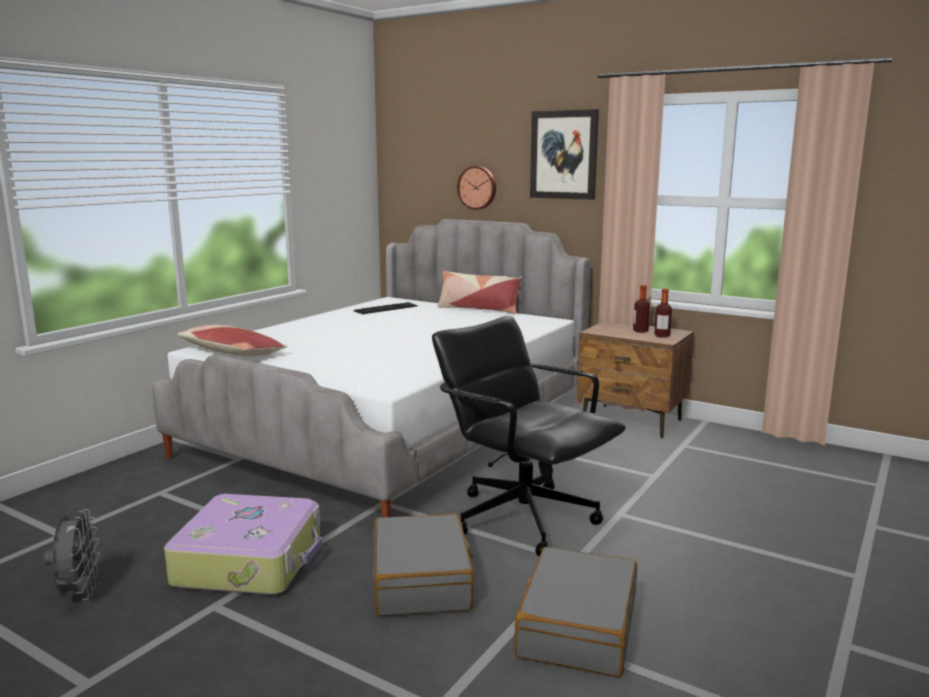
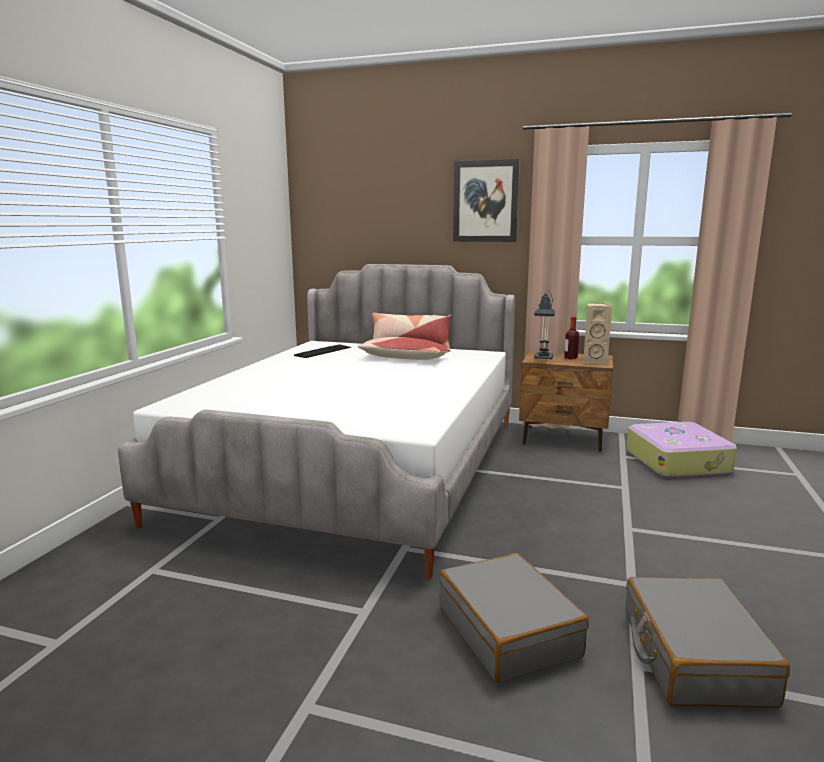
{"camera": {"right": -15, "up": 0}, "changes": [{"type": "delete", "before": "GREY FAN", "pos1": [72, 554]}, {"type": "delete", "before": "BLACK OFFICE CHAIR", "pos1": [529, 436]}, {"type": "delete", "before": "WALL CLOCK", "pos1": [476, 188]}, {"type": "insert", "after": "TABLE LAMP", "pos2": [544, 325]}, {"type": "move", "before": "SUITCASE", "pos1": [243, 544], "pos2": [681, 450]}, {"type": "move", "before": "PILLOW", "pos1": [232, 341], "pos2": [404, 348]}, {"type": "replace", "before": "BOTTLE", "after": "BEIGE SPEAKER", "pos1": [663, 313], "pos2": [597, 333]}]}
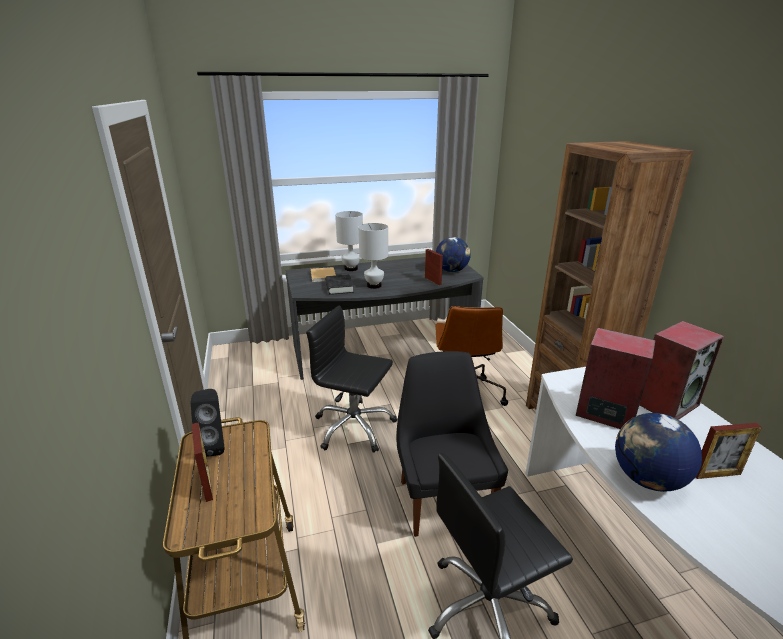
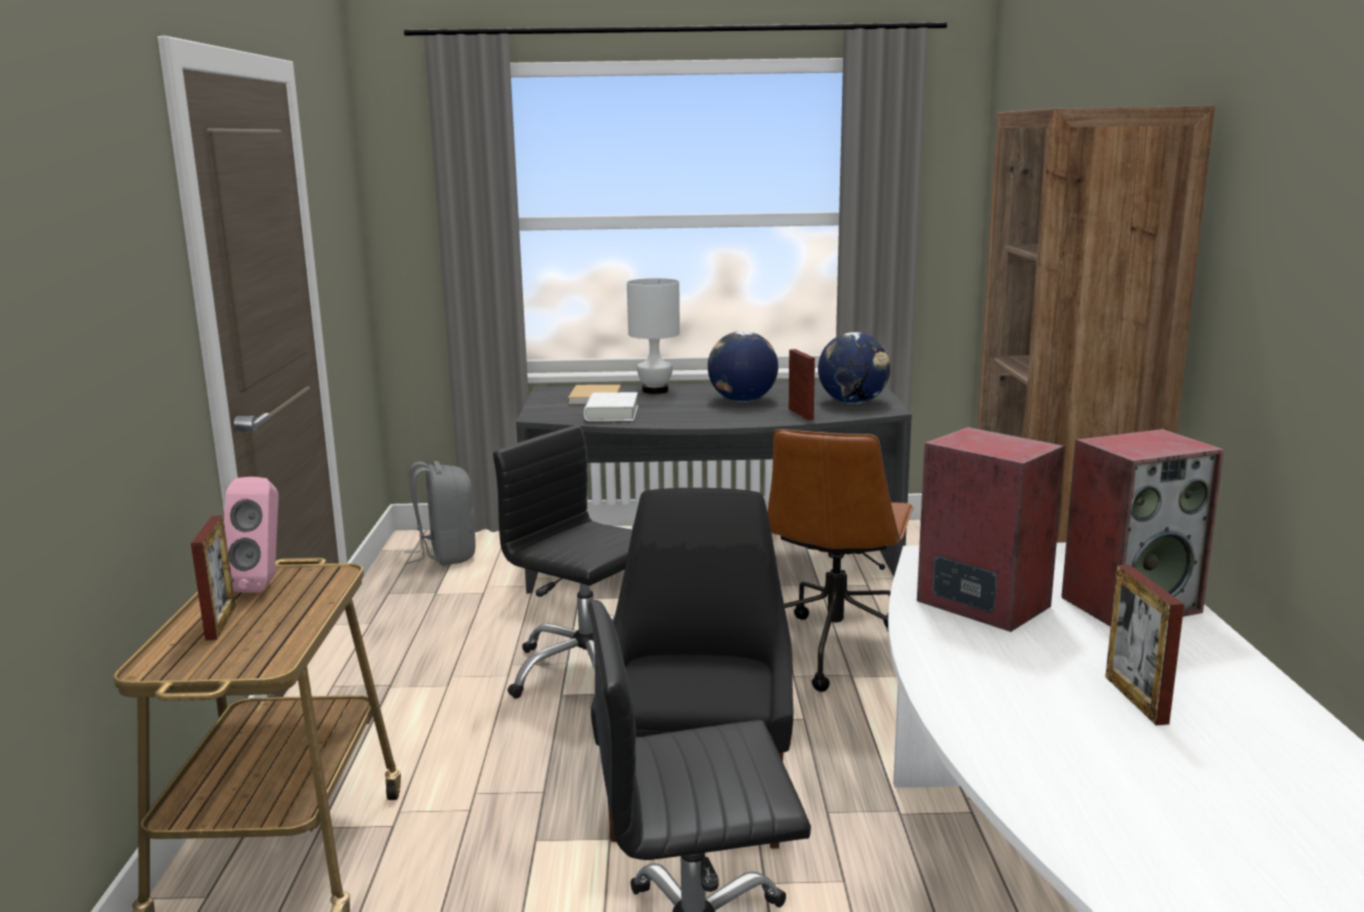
{"camera": {"right": 15, "up": -10}, "changes": [{"type": "delete", "before": "WHITE TABLE LAMP", "pos1": [373, 256]}, {"type": "insert", "after": "GREY BACKPACK", "pos2": [440, 513]}, {"type": "move", "before": "GLOBE", "pos1": [658, 452], "pos2": [743, 366]}, {"type": "recolor", "before": "BLACK SPEAKER", "after": "PINK SPEAKER", "pos1": [207, 423], "pos2": [251, 535]}, {"type": "recolor", "before": "BLACK BOOK", "after": "WHITE BOOK", "pos1": [339, 284], "pos2": [611, 406]}, {"type": "rotate", "before": "PICTURE FRAME", "pos1": [729, 451], "pos2": [1144, 644], "turn": 75}]}
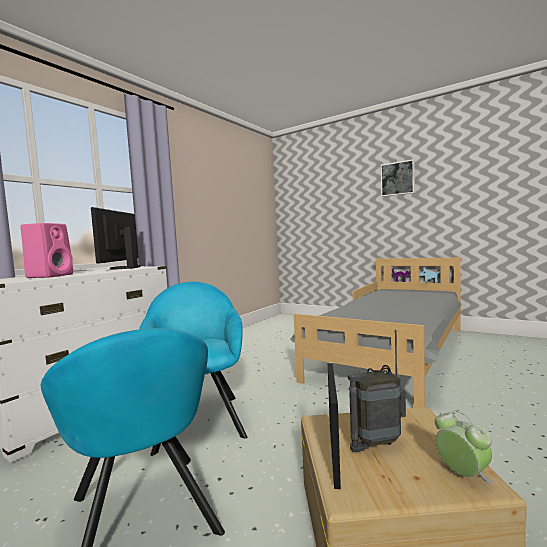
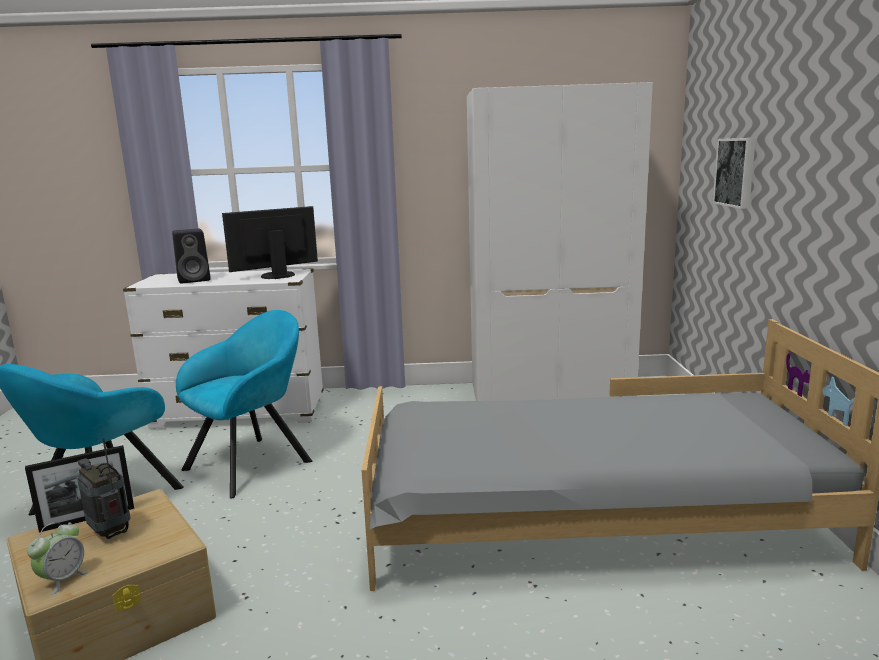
{"camera": {"right": 55, "up": 10}, "changes": [{"type": "insert", "after": "WHITE WARDROBE", "pos2": [560, 241]}, {"type": "move", "before": "PICTURE", "pos1": [398, 178], "pos2": [734, 173]}, {"type": "recolor", "before": "PINK SPEAKER", "after": "BLACK SPEAKER", "pos1": [46, 250], "pos2": [191, 256]}]}
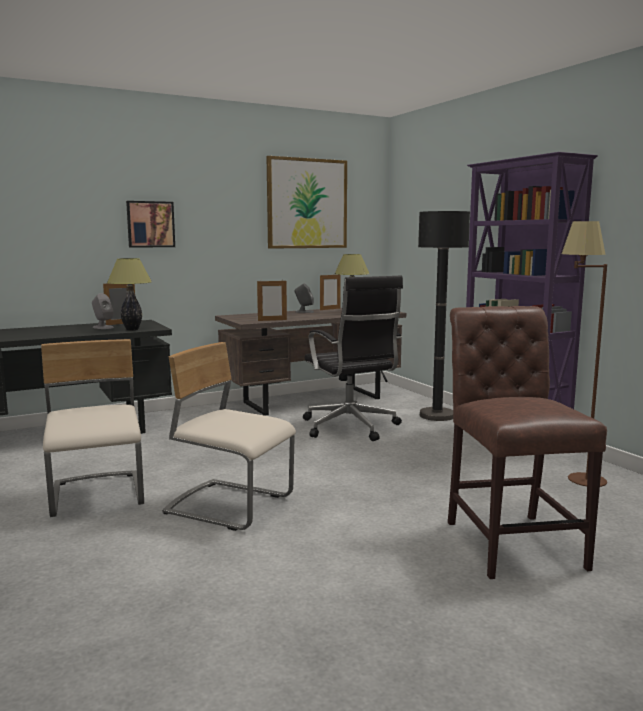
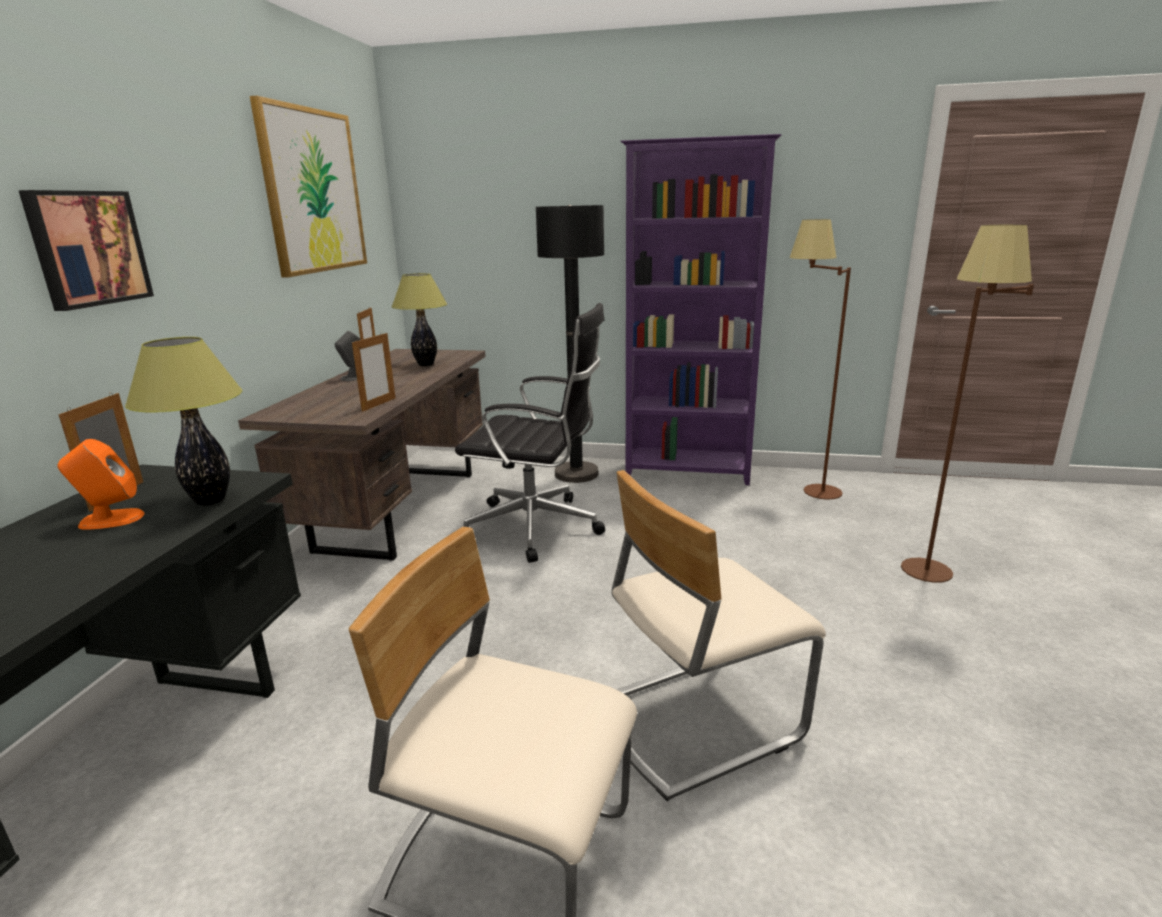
{"camera": {"right": -50, "up": 10}, "changes": [{"type": "replace", "before": "BROWN CHAIR", "after": "BROWN FLOOR LAMP", "pos1": [527, 442], "pos2": [967, 404]}, {"type": "recolor", "before": "GREY SPEAKER", "after": "ORANGE SPEAKER", "pos1": [103, 311], "pos2": [100, 484]}]}
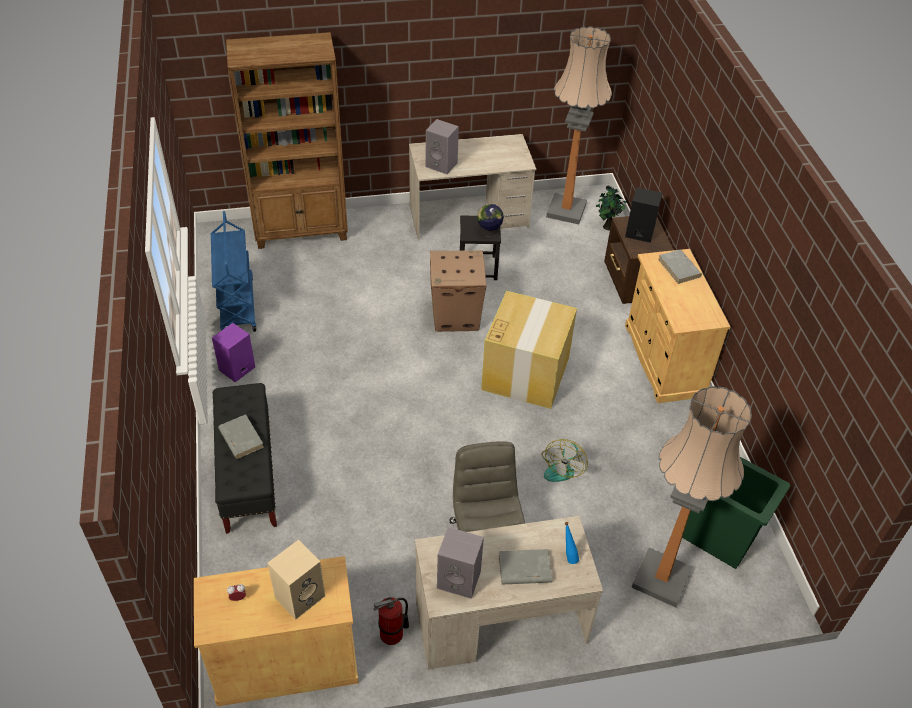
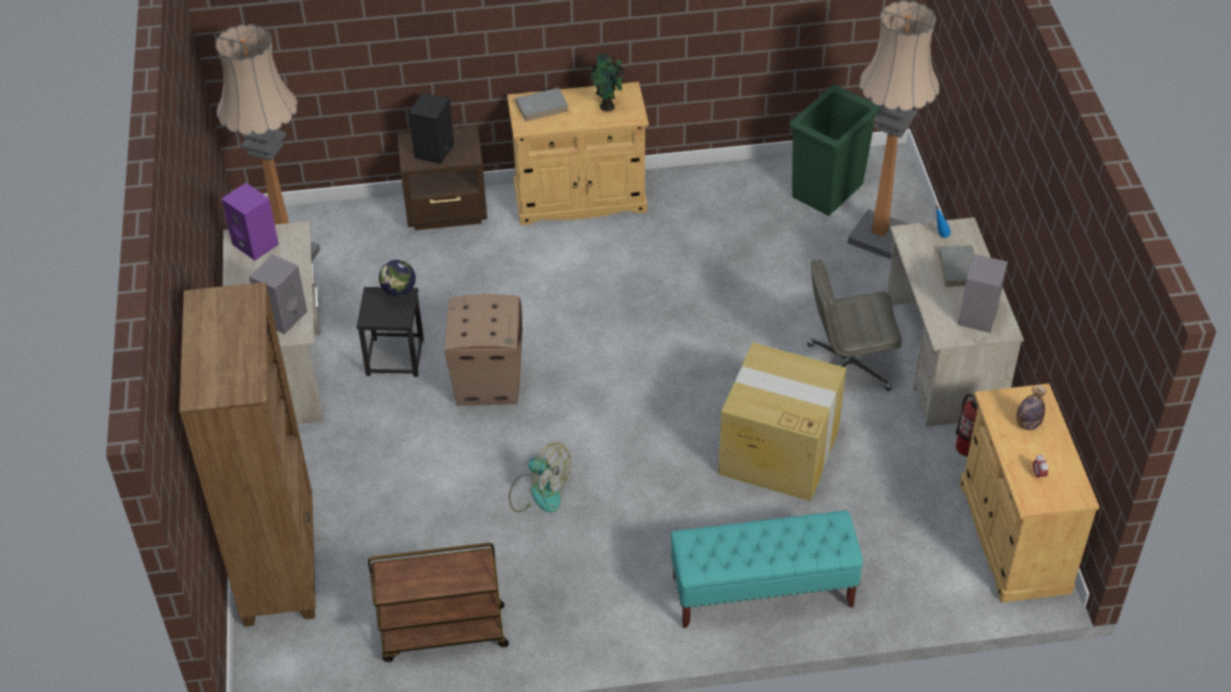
{"camera": {"right": -85, "up": 0}, "changes": [{"type": "delete", "before": "GREY BOOK", "pos1": [241, 436]}, {"type": "move", "before": "PURPLE SPEAKER", "pos1": [233, 352], "pos2": [250, 222]}, {"type": "move", "before": "CARDBOARD BOX", "pos1": [529, 350], "pos2": [782, 422]}, {"type": "move", "before": "FAN", "pos1": [565, 460], "pos2": [540, 477]}, {"type": "move", "before": "POTTED PLANT", "pos1": [612, 208], "pos2": [608, 82]}, {"type": "replace", "before": "BEIGE SPEAKER", "after": "BOTTLE", "pos1": [296, 580], "pos2": [1031, 407]}, {"type": "recolor", "before": "BLUE CART", "after": "BROWN CART", "pos1": [234, 271], "pos2": [438, 602]}, {"type": "recolor", "before": "BLACK BENCH", "after": "TURQUOISE BENCH", "pos1": [245, 458], "pos2": [767, 569]}]}
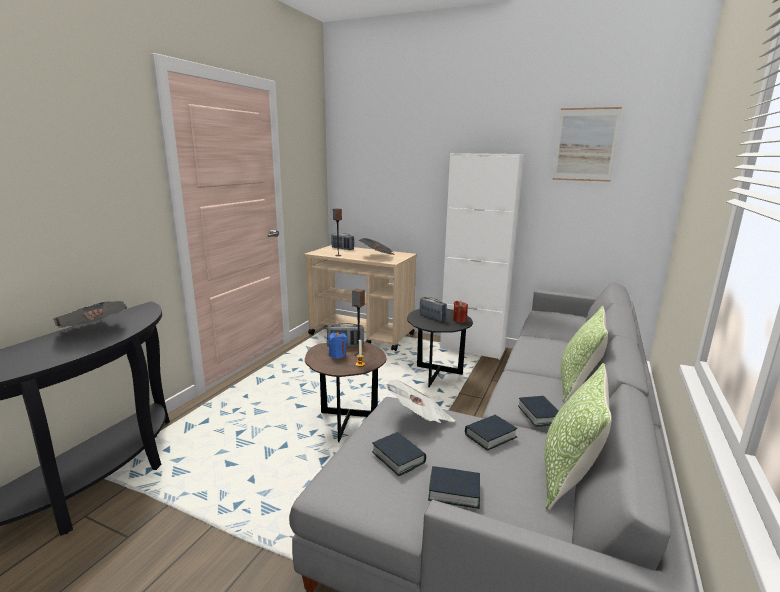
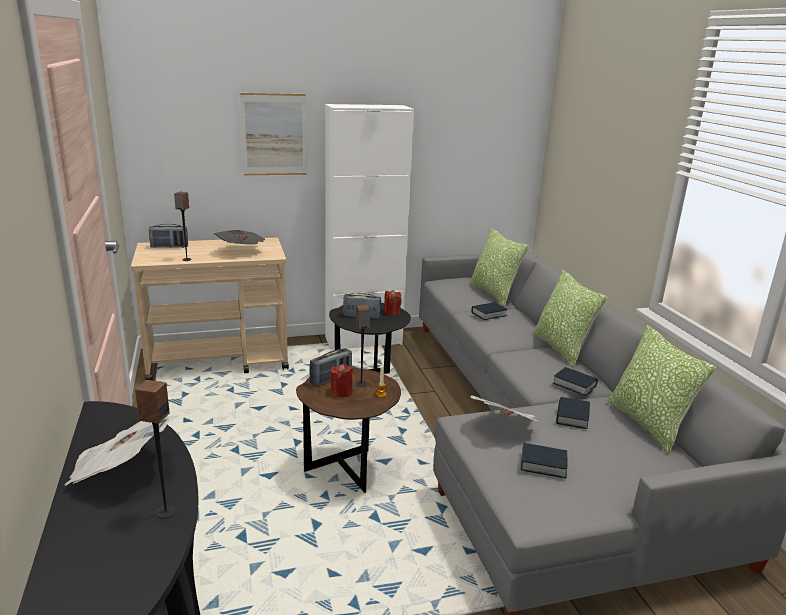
{"camera": {"right": -40, "up": 5}, "changes": [{"type": "insert", "after": "SPEAKER", "pos2": [155, 449]}, {"type": "insert", "after": "PILLOW", "pos2": [499, 267]}, {"type": "move", "before": "BOOK", "pos1": [454, 487], "pos2": [489, 311]}, {"type": "move", "before": "PICTURE", "pos1": [587, 144], "pos2": [273, 134]}, {"type": "recolor", "before": "BLUE CANDLE", "after": "RED CANDLE", "pos1": [338, 345], "pos2": [342, 381]}]}
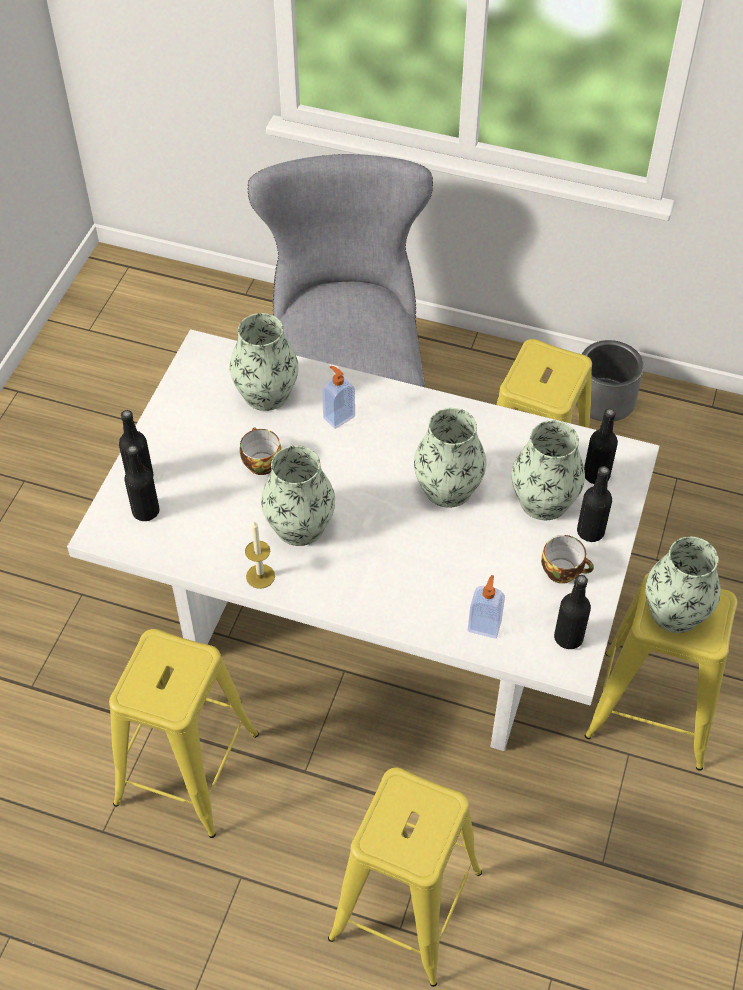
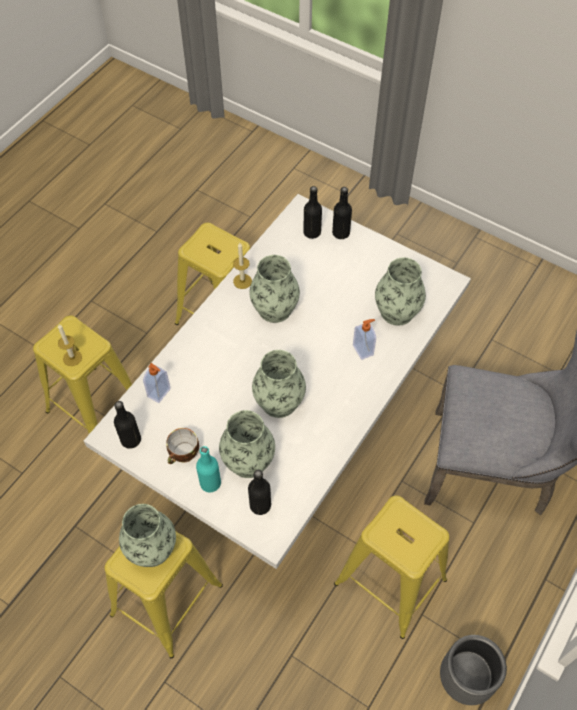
{"camera": {"right": 105, "up": 5}, "changes": [{"type": "delete", "before": "CUP", "pos1": [260, 451]}, {"type": "insert", "after": "CANDLE", "pos2": [70, 345]}, {"type": "recolor", "before": "BLACK BOTTLE", "after": "TURQUOISE BOTTLE", "pos1": [594, 504], "pos2": [208, 469]}]}
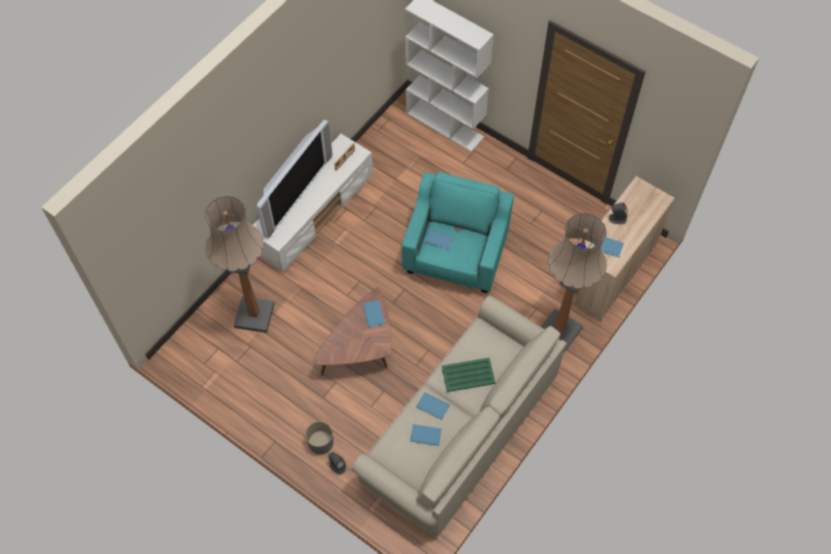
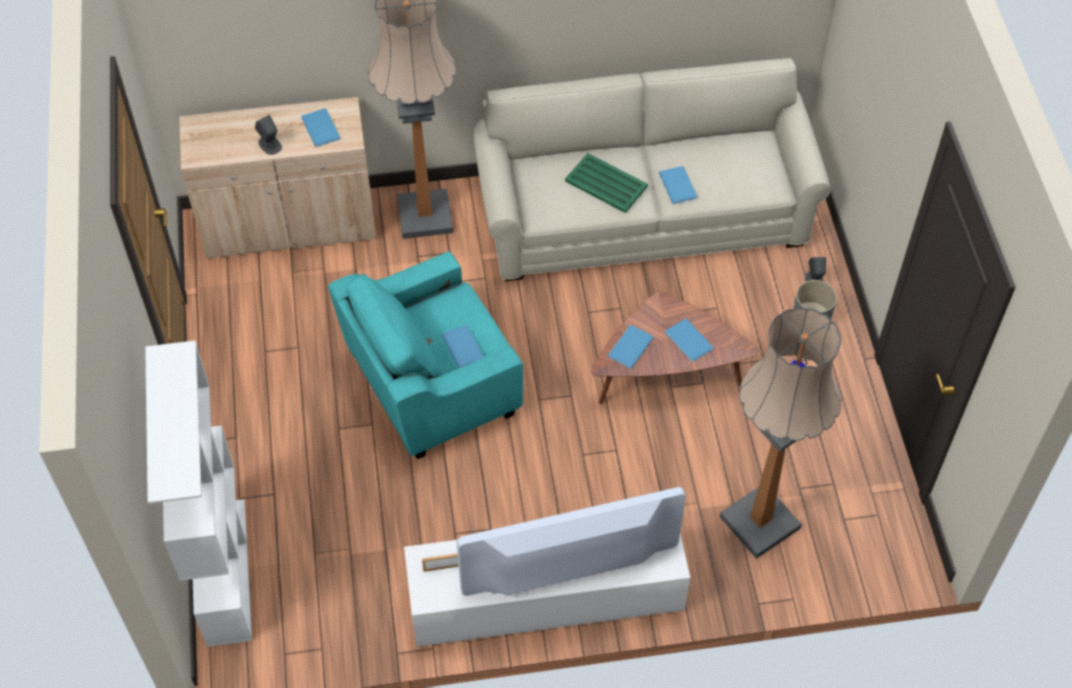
{"camera": {"right": -135, "up": -5}, "changes": [{"type": "move", "before": "BLUE BOOK", "pos1": [426, 435], "pos2": [690, 340]}]}
